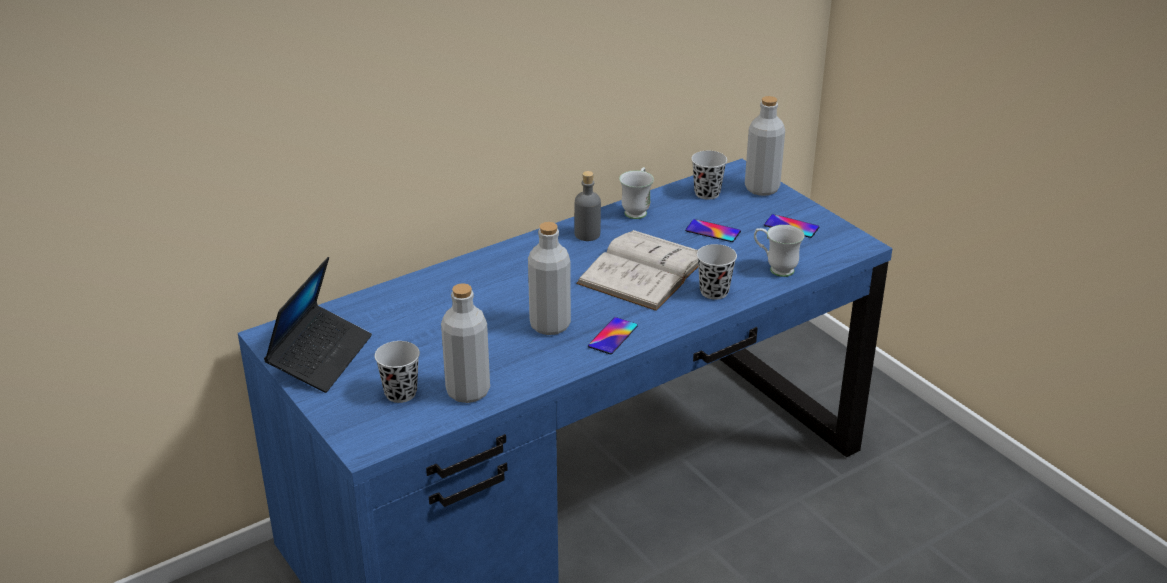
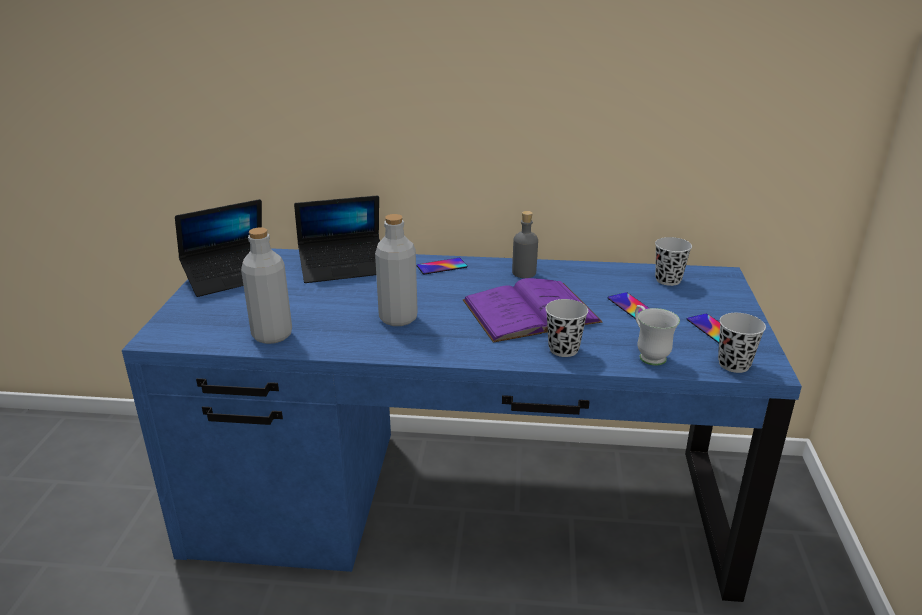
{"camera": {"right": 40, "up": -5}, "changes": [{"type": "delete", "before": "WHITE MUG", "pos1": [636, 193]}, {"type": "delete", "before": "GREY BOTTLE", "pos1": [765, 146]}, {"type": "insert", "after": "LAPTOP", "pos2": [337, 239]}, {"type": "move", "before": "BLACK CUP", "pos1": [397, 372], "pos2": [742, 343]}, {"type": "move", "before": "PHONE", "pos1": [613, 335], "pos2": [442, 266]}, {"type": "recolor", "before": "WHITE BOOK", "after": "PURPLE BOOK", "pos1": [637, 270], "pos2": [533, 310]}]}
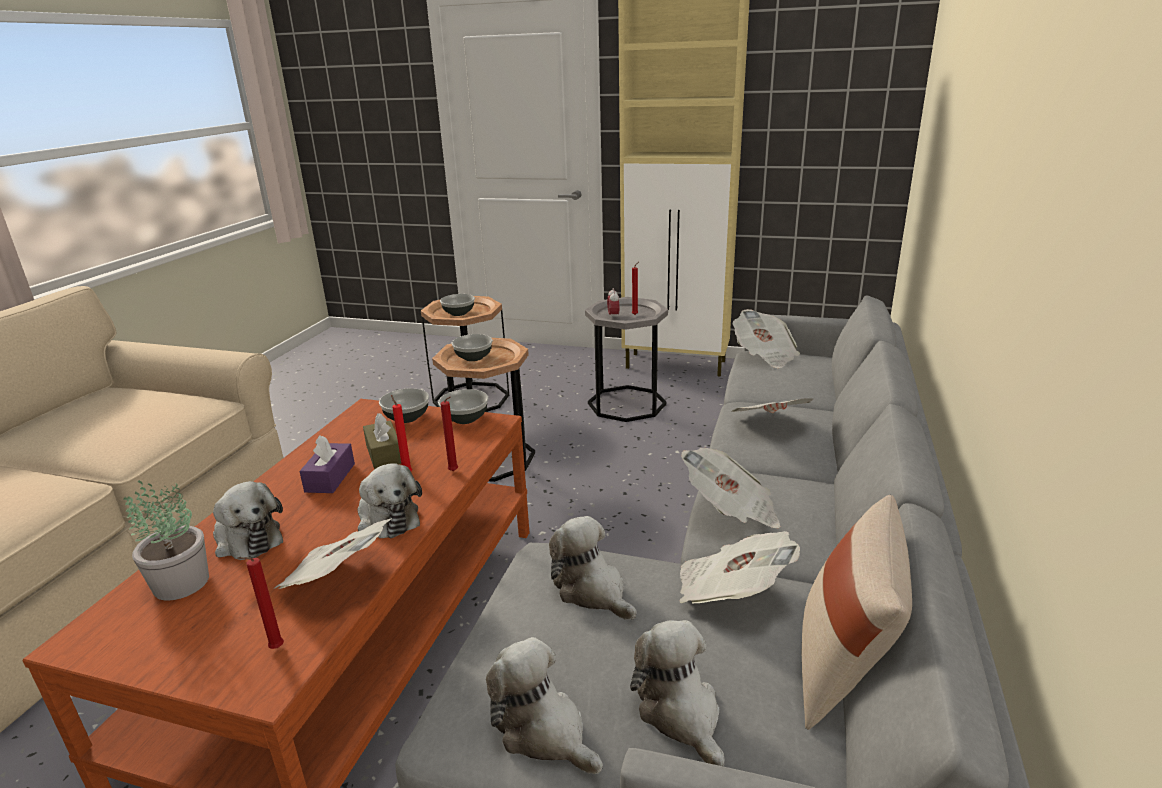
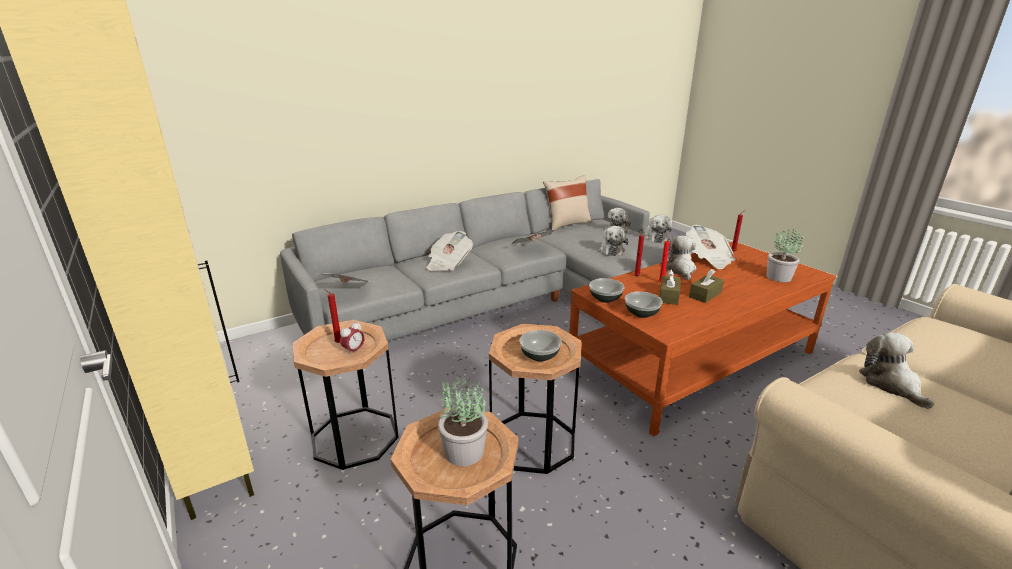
{"camera": {"right": -140, "up": 0}, "changes": [{"type": "delete", "before": "NEWSPAPER", "pos1": [739, 567]}, {"type": "move", "before": "PLUSH TOY", "pos1": [248, 520], "pos2": [896, 370]}, {"type": "replace", "before": "BOWL", "after": "POTTED PLANT", "pos1": [457, 305], "pos2": [463, 420]}, {"type": "recolor", "before": "PURPLE TISSUE BOX", "after": "BROWN TISSUE BOX", "pos1": [327, 464], "pos2": [706, 286]}, {"type": "recolor", "before": "GREY SIDE TABLE", "after": "BROWN SIDE TABLE", "pos1": [626, 359], "pos2": [346, 395]}]}
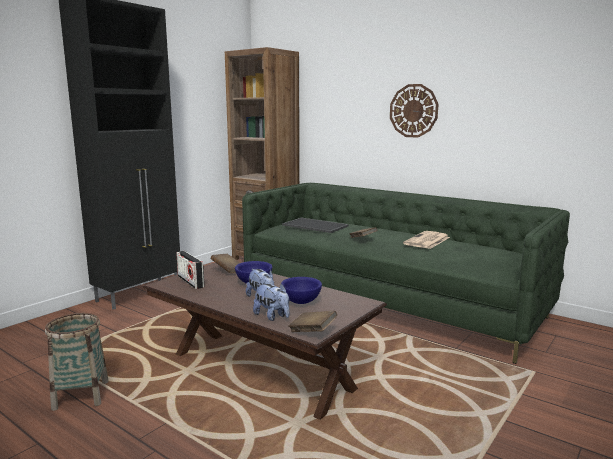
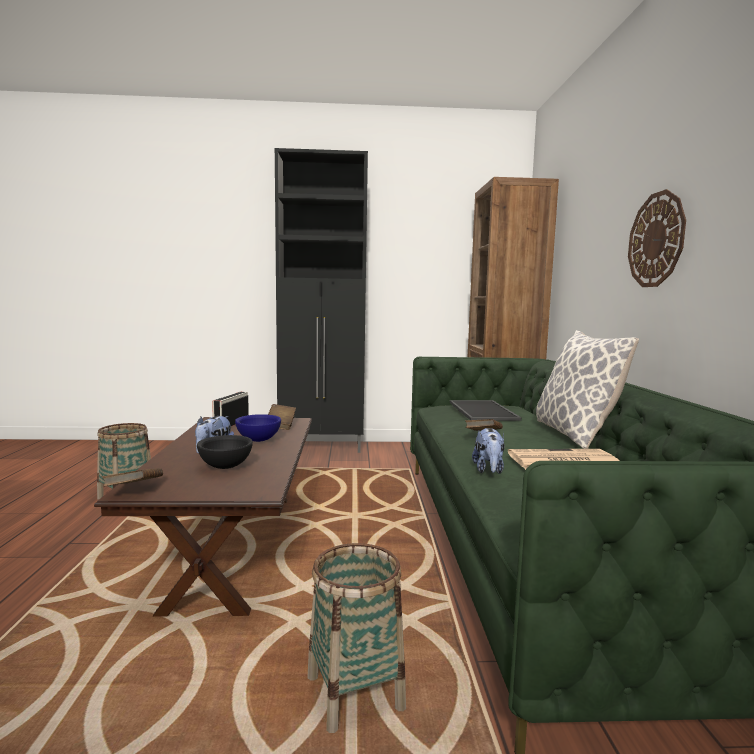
{"camera": {"right": 50, "up": -5}, "changes": [{"type": "insert", "after": "BASKET", "pos2": [356, 638]}, {"type": "insert", "after": "PILLOW", "pos2": [587, 389]}, {"type": "move", "before": "PLUSH TOY", "pos1": [271, 302], "pos2": [488, 451]}, {"type": "recolor", "before": "BLUE BOWL", "after": "BLACK BOWL", "pos1": [301, 290], "pos2": [225, 452]}]}
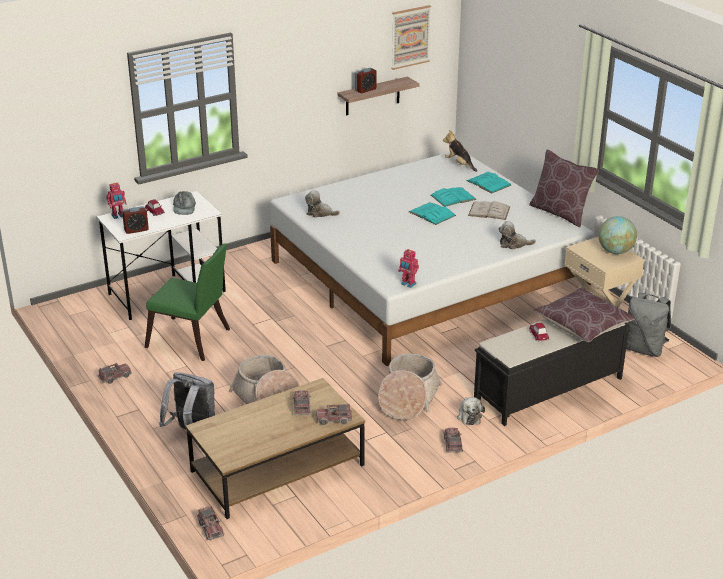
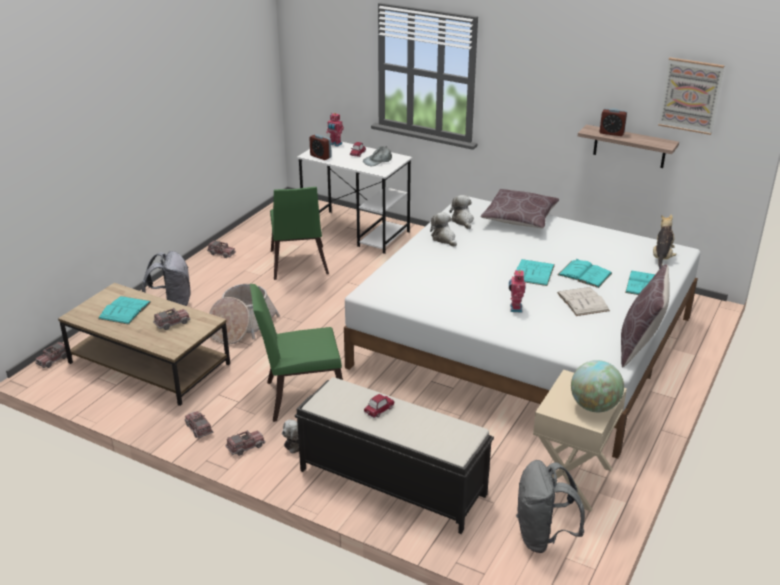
{"camera": {"right": 60, "up": 0}, "changes": [{"type": "insert", "after": "TURQUOISE BOOK", "pos2": [124, 310]}, {"type": "move", "before": "TOY TRUCK", "pos1": [334, 414], "pos2": [199, 424]}, {"type": "move", "before": "TOY ROBOT", "pos1": [408, 268], "pos2": [517, 291]}, {"type": "move", "before": "PLUSH TOY", "pos1": [517, 235], "pos2": [443, 229]}, {"type": "move", "before": "BROWN PILLOW", "pos1": [584, 315], "pos2": [519, 209]}, {"type": "replace", "before": "BASKET", "after": "GREEN CHAIR", "pos1": [410, 387], "pos2": [296, 353]}]}
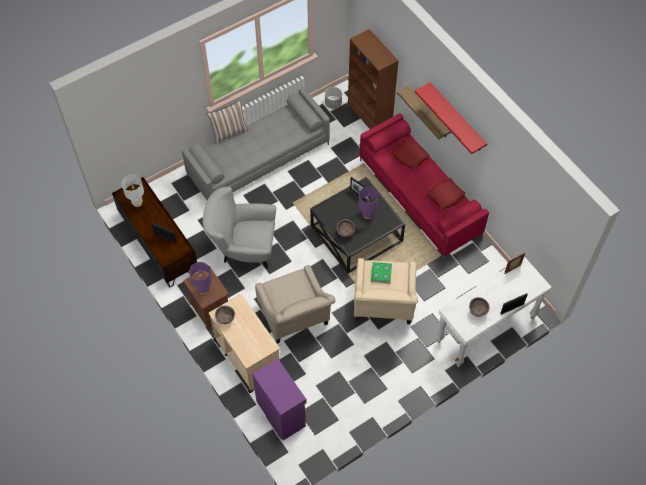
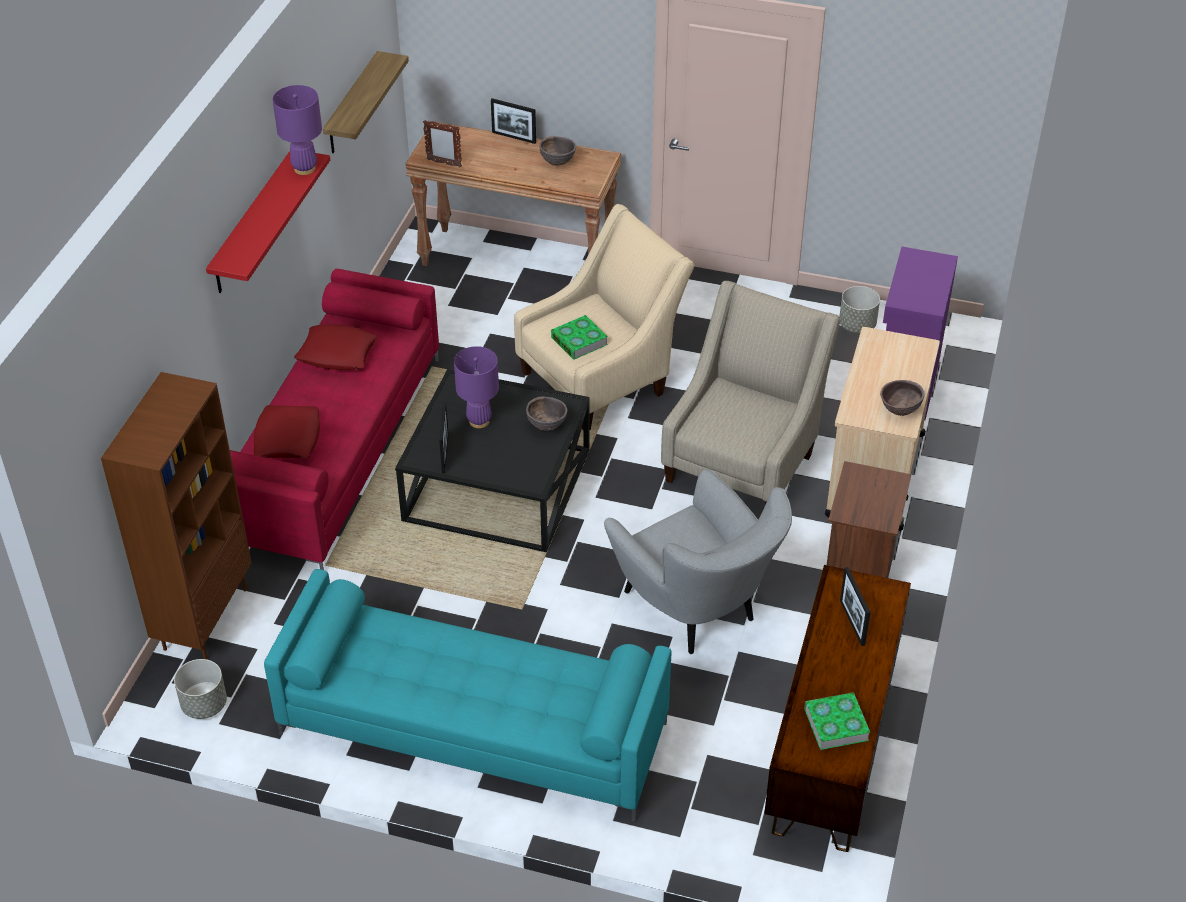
{"camera": {"right": -130, "up": -15}, "changes": [{"type": "delete", "before": "PILLOW", "pos1": [228, 122]}, {"type": "insert", "after": "GREY PLANTER", "pos2": [859, 309]}, {"type": "move", "before": "PURPLE TABLE LAMP", "pos1": [200, 278], "pos2": [297, 130]}, {"type": "move", "before": "SHELF", "pos1": [424, 112], "pos2": [366, 102]}, {"type": "replace", "before": "WHITE TABLE LAMP", "after": "BOOK", "pos1": [133, 191], "pos2": [837, 721]}, {"type": "recolor", "before": "GREY SOFA", "after": "TURQUOISE SOFA", "pos1": [256, 144], "pos2": [468, 695]}, {"type": "recolor", "before": "WHITE CONSOLE TABLE", "after": "BROWN CONSOLE TABLE", "pos1": [493, 312], "pos2": [513, 193]}]}
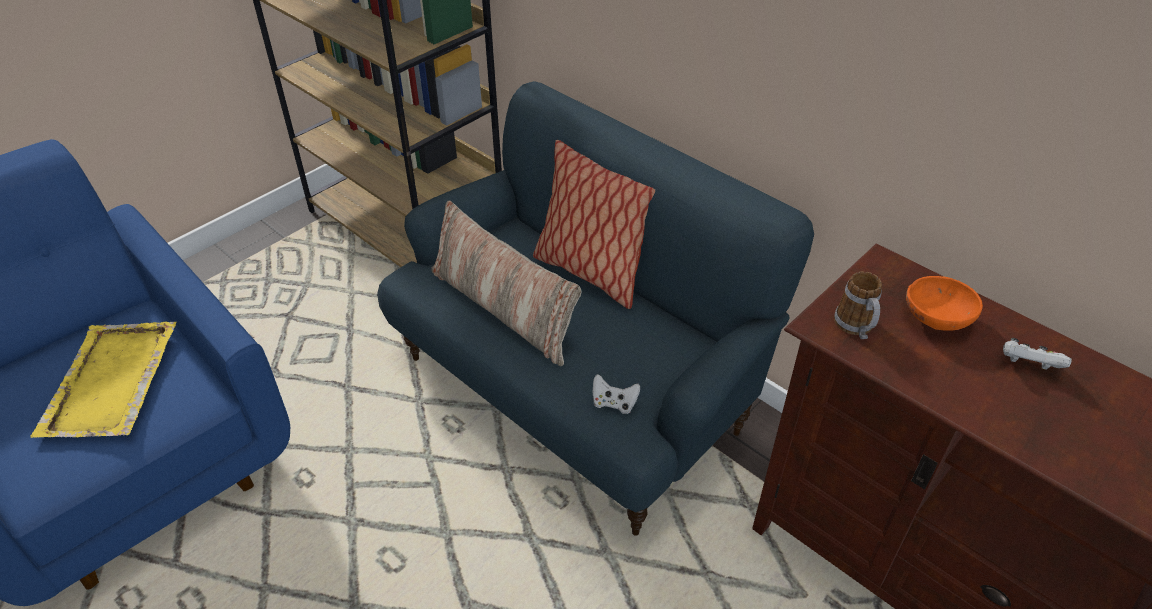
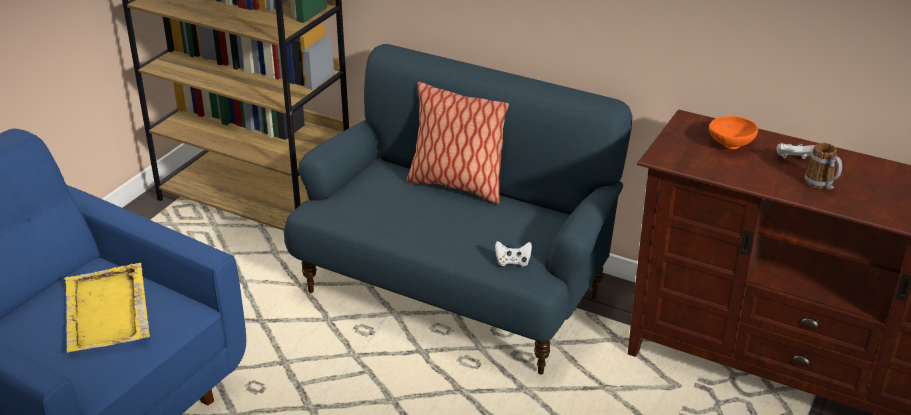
{"camera": {"right": -15, "up": -10}, "changes": [{"type": "delete", "before": "PILLOW", "pos1": [506, 283]}, {"type": "move", "before": "MUG", "pos1": [858, 305], "pos2": [823, 166]}]}
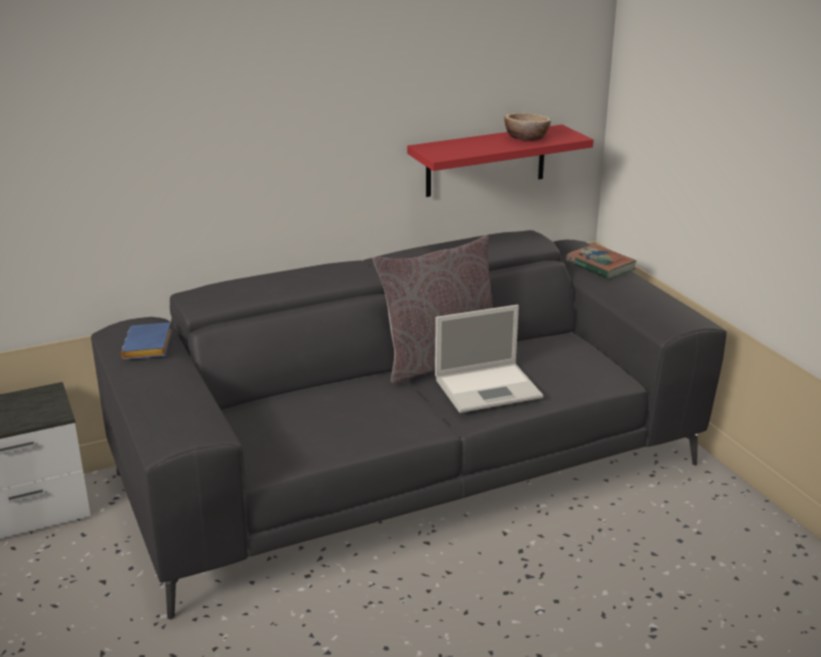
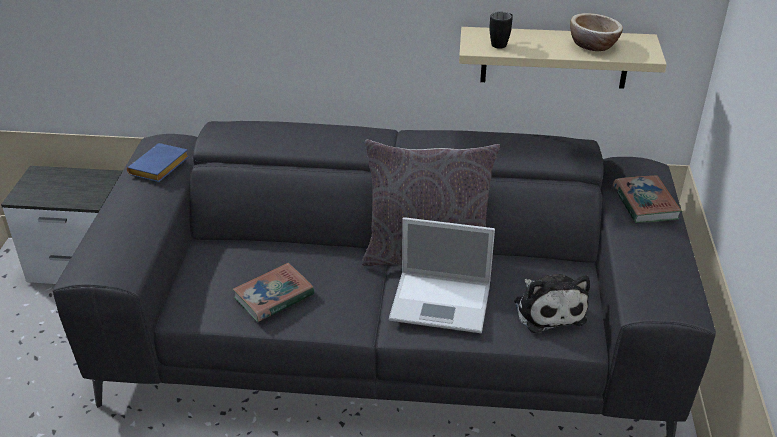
{"camera": {"right": 30, "up": 10}, "changes": [{"type": "insert", "after": "BOOK", "pos2": [274, 292]}, {"type": "insert", "after": "BLACK MUG", "pos2": [501, 30]}, {"type": "insert", "after": "PLUSH TOY", "pos2": [552, 303]}, {"type": "recolor", "before": "RED SHELF", "after": "BEIGE SHELF", "pos1": [500, 161], "pos2": [563, 58]}]}
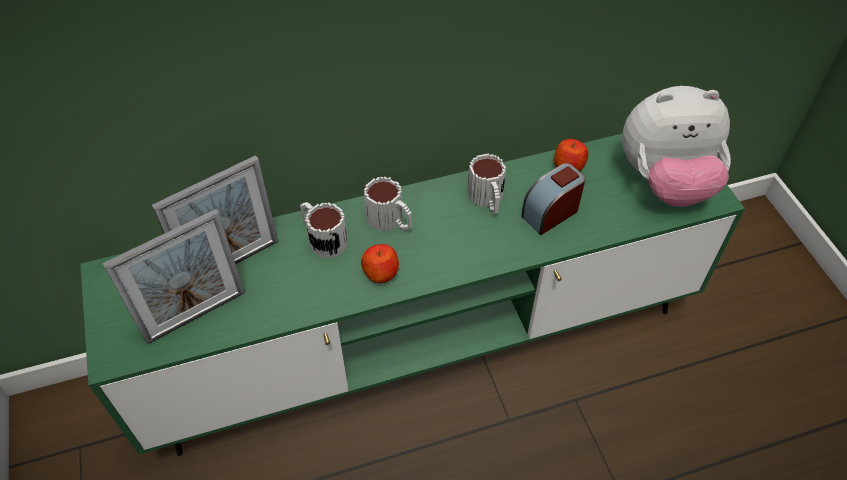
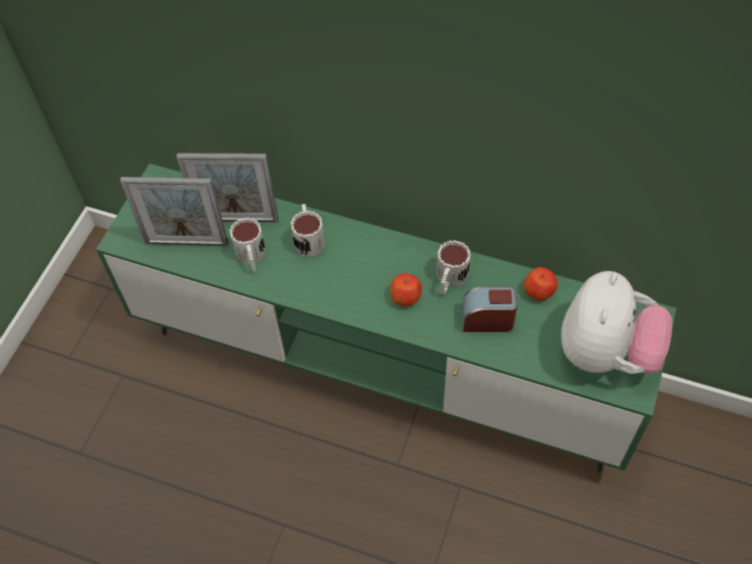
{"camera": {"right": 40, "up": 5}, "changes": [{"type": "move", "before": "APPLE", "pos1": [380, 263], "pos2": [406, 289]}, {"type": "move", "before": "MUG", "pos1": [388, 203], "pos2": [247, 244]}, {"type": "rotate", "before": "PLUSH TOY", "pos1": [676, 146], "pos2": [616, 322], "turn": -105}]}
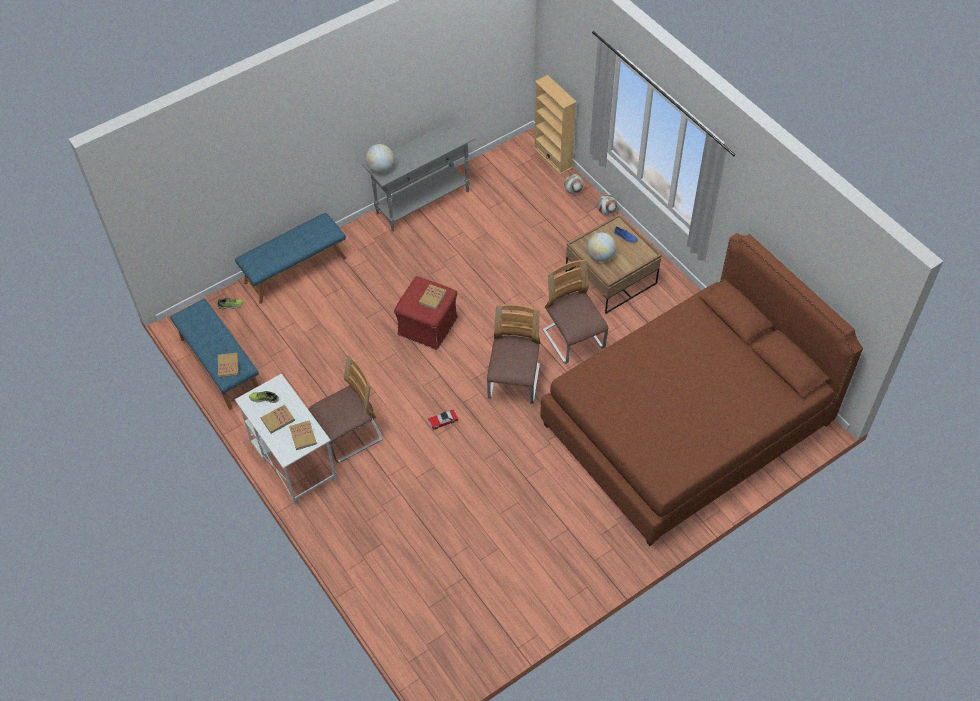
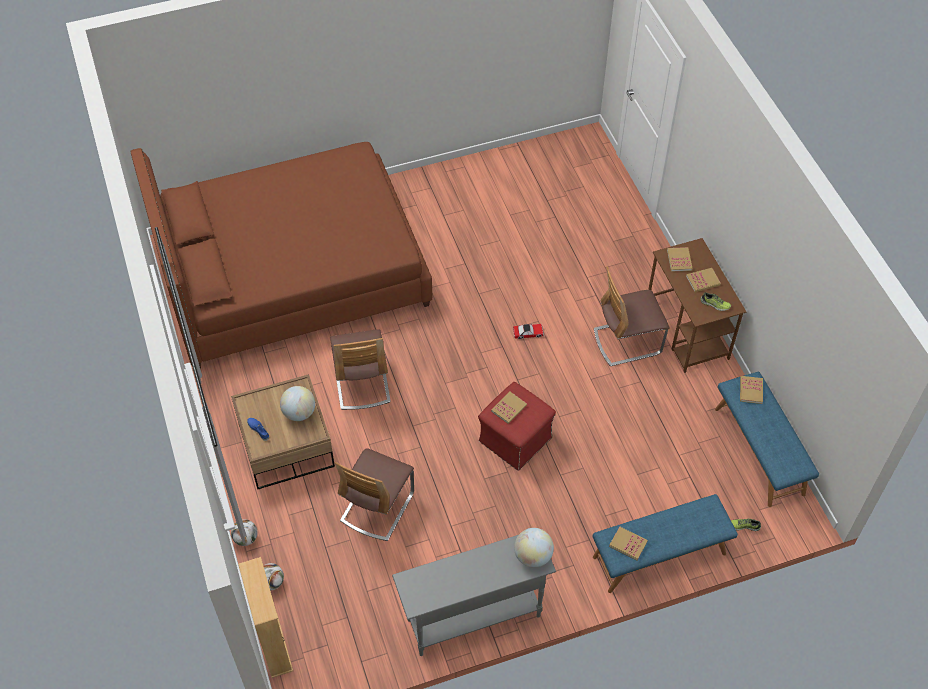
{"camera": {"right": -165, "up": 0}, "changes": [{"type": "insert", "after": "BOOK", "pos2": [628, 543]}, {"type": "move", "before": "CHAIR", "pos1": [513, 354], "pos2": [374, 494]}, {"type": "recolor", "before": "WHITE DESK", "after": "BROWN DESK", "pos1": [286, 440], "pos2": [697, 305]}]}
